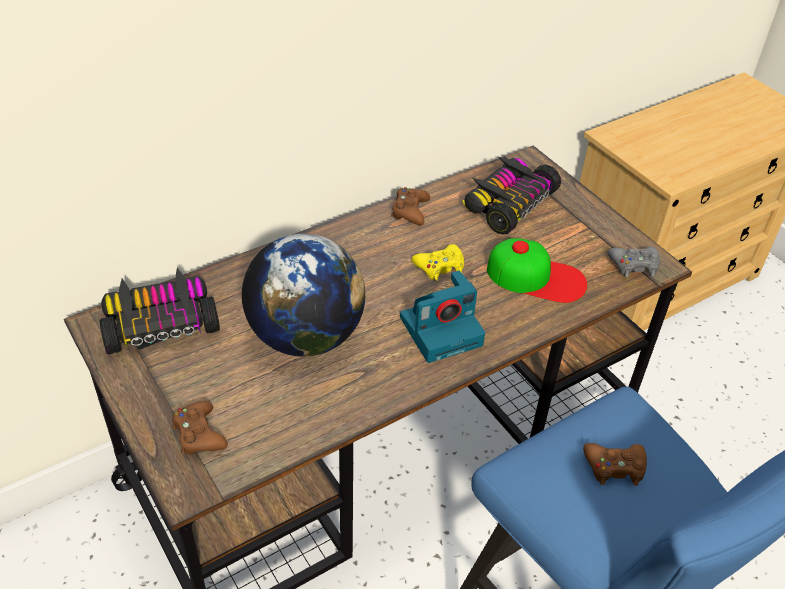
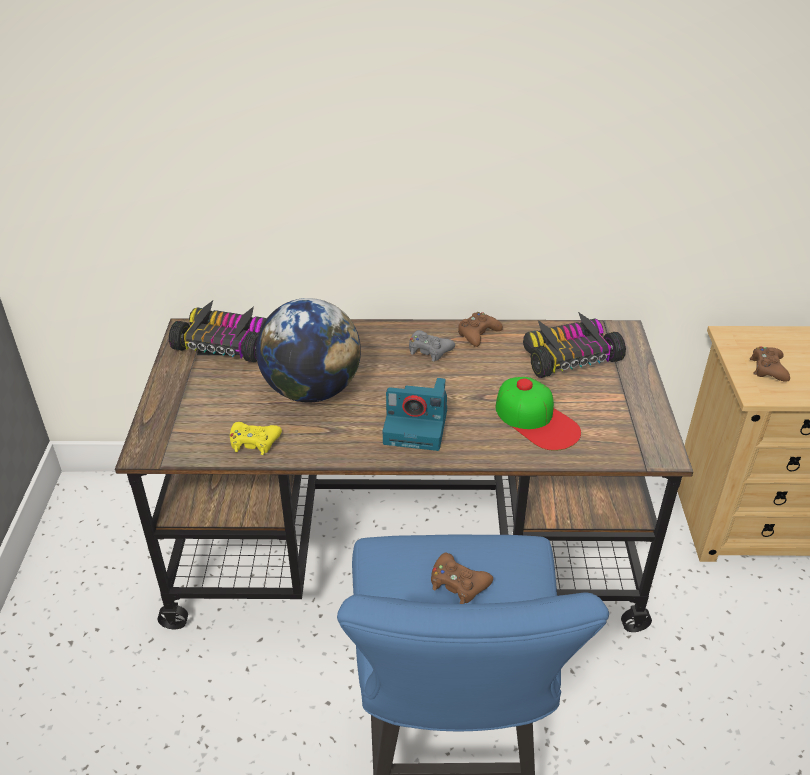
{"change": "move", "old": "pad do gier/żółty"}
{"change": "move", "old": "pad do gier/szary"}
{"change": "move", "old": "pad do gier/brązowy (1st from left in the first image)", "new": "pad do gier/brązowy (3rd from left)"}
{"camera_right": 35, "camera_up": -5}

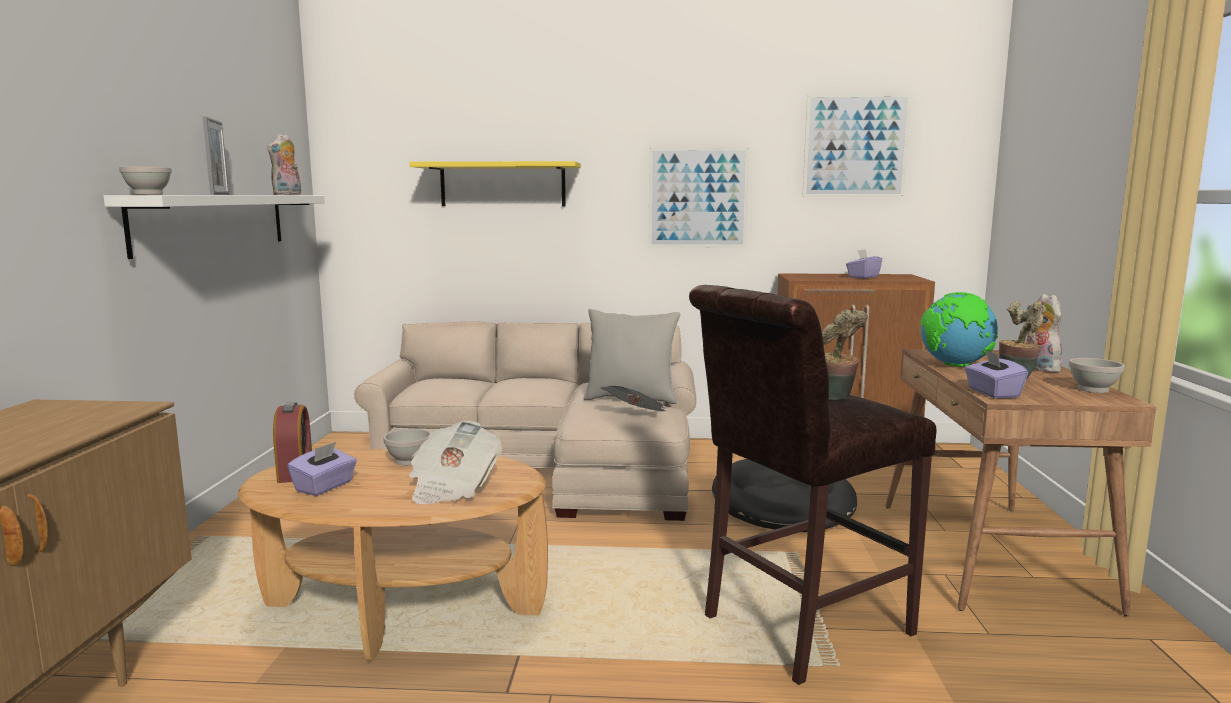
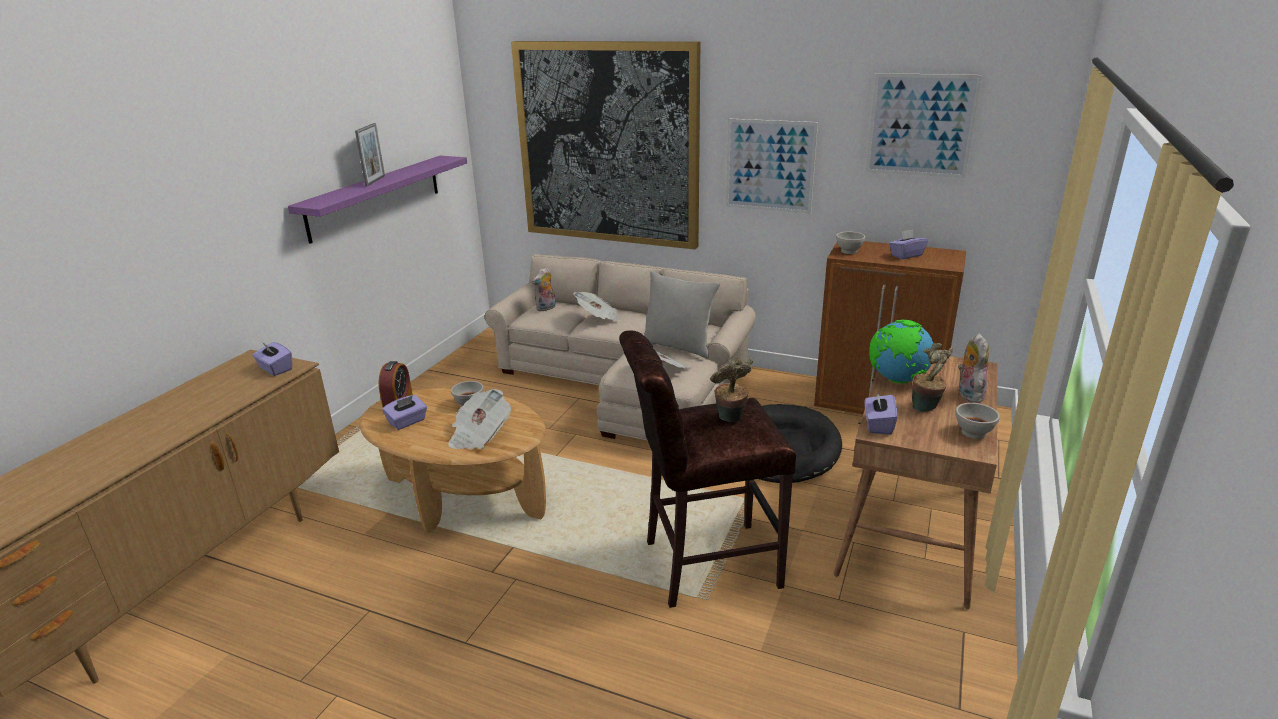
{"change": "move", "old": "pluszak (1st from left)"}
{"change": "replace", "old": "półka/żółty", "new": "obraz (1st from left)"}
{"change": "move", "old": "miska/biały (1st from left in the first image)", "new": "miska/biały (2nd from left)"}
{"change": "recolor", "old": "półka/biały", "new": "półka/fioletowy"}
{"change": "insert", "new": "gazeta (2nd from left)"}
{"change": "insert", "new": "pudełko chusteczek/fioletowy (1st from left)"}
{"camera_right": 20, "camera_up": 15}

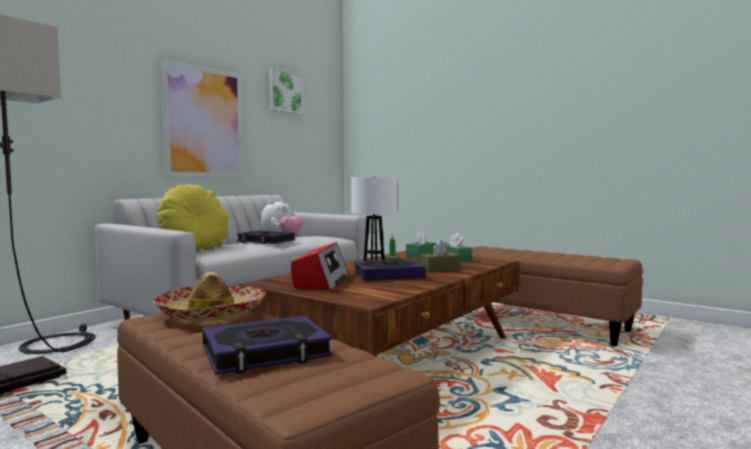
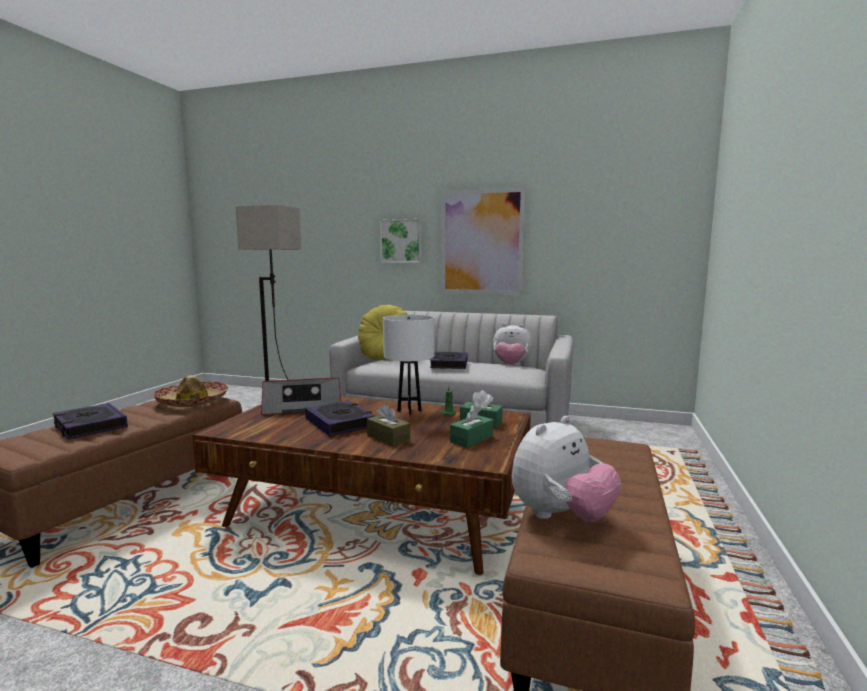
{"change": "move", "old": "obraz (2nd from left in the first image)", "new": "obraz (1st from left)"}
{"change": "insert", "new": "pluszak (2nd from left)"}
{"camera_right": 70, "camera_up": 5}

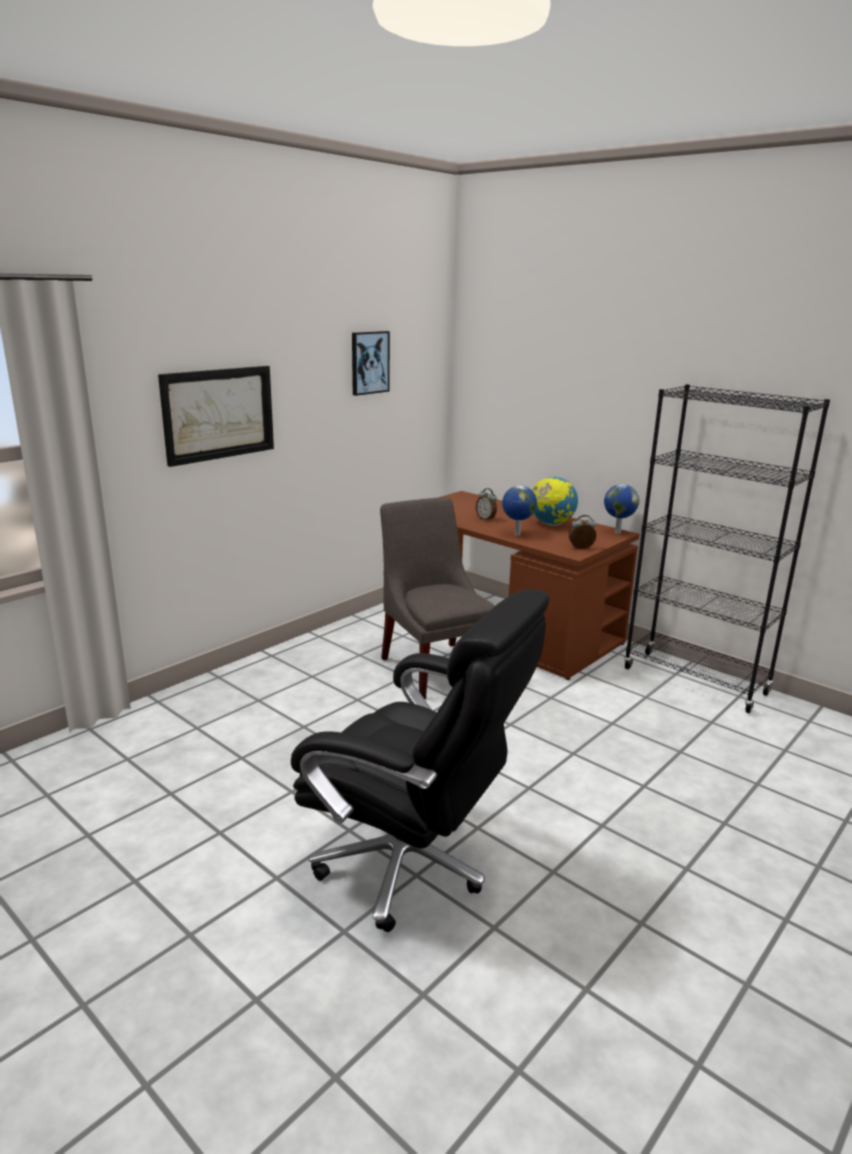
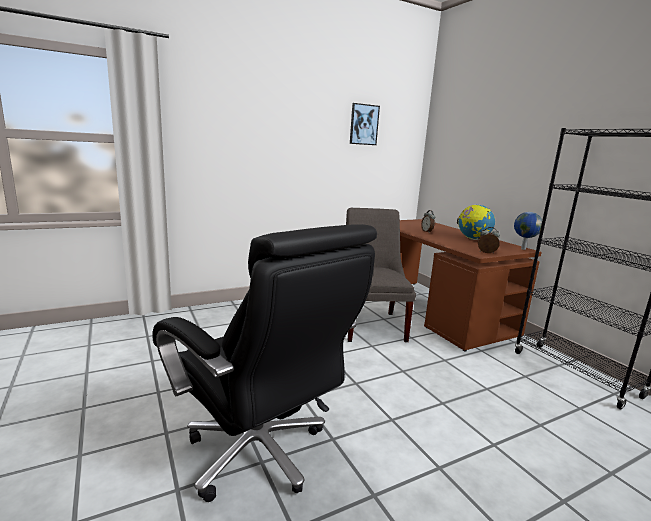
{"change": "delete", "old": "obraz (1st from left)"}
{"change": "delete", "old": "globus (1st from left)"}
{"camera_right": 20, "camera_up": -5}

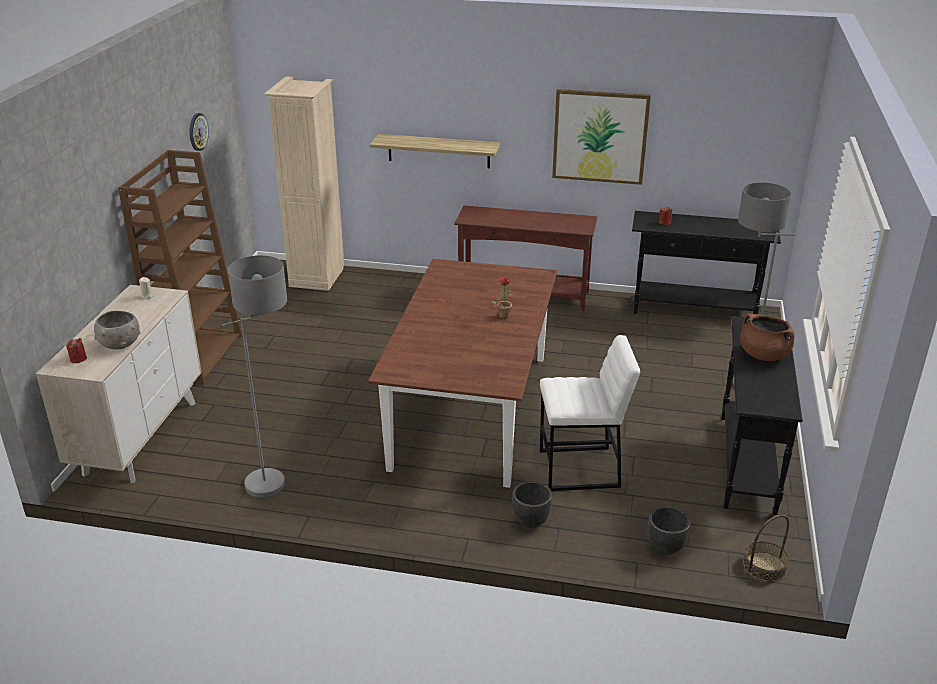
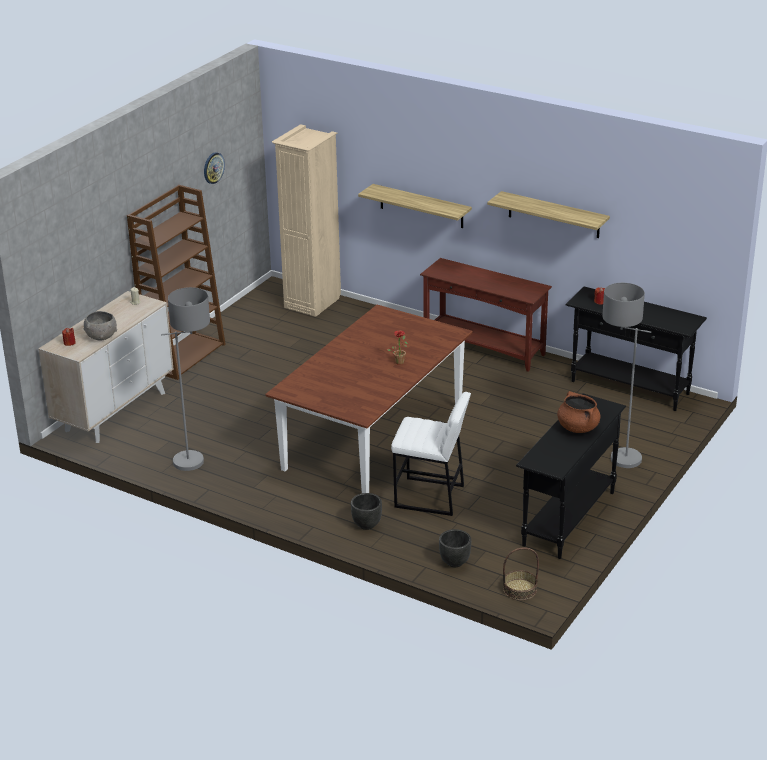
{"change": "replace", "old": "obraz", "new": "półka (2nd from left)"}
{"camera_right": 20, "camera_up": 0}

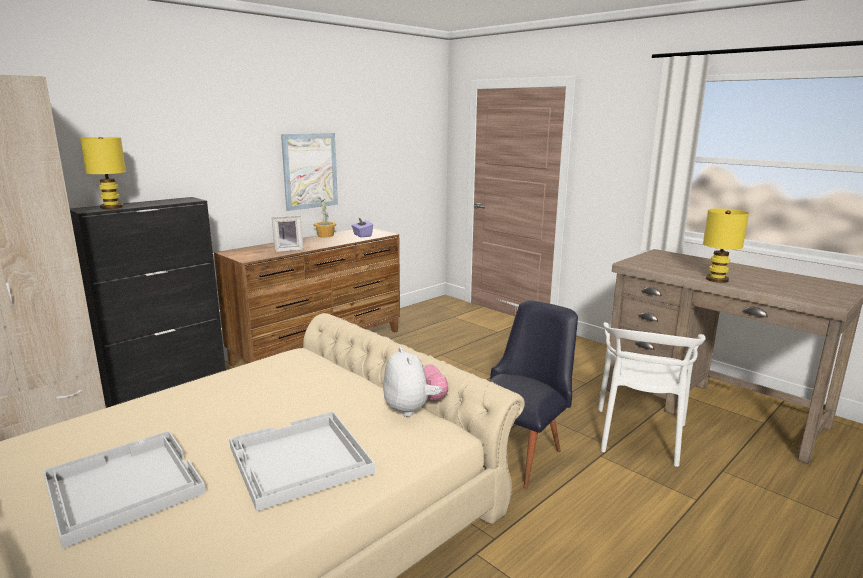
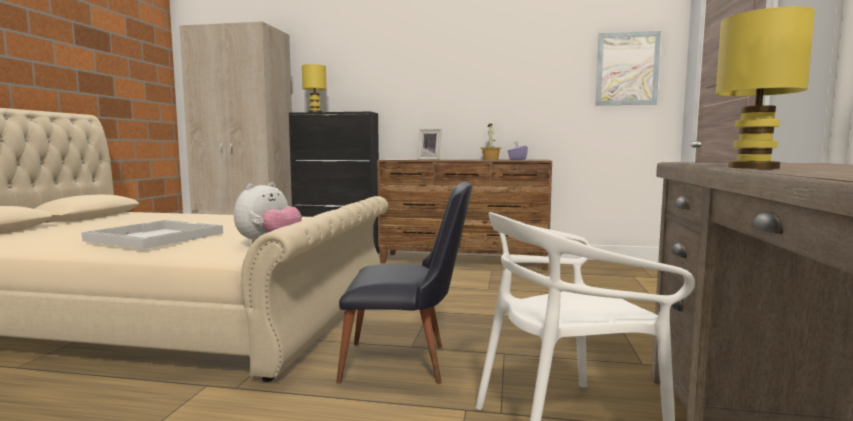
{"change": "move", "old": "obraz"}
{"change": "delete", "old": "taca/biały (1st from left)"}
{"camera_right": 55, "camera_up": -10}

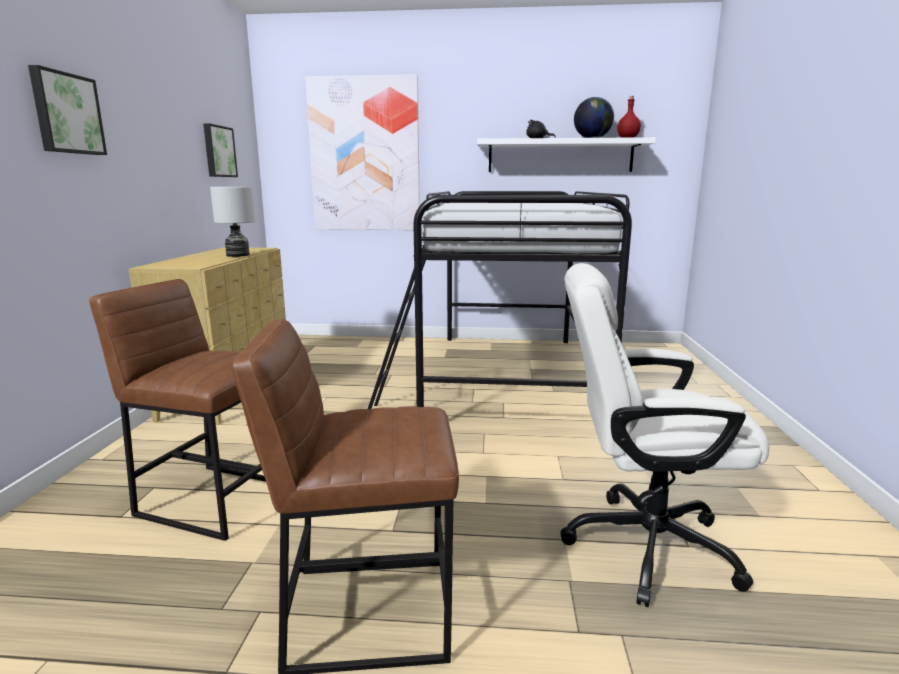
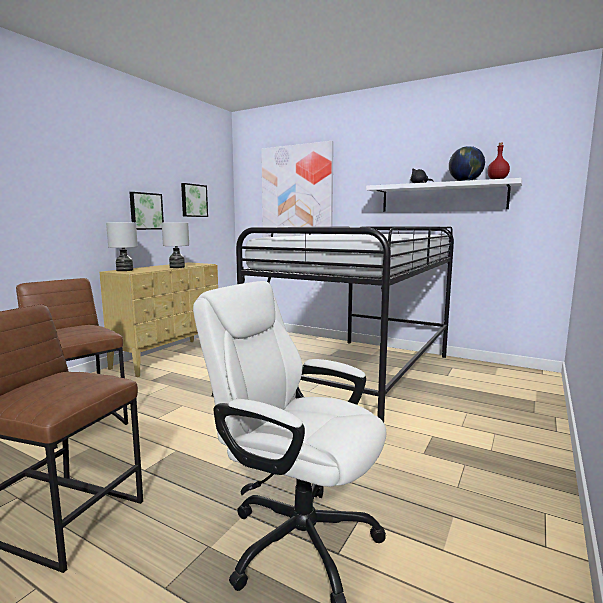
{"change": "move", "old": "obraz (1st from left)"}
{"change": "insert", "new": "lampa stołowa/szary (1st from left)"}
{"camera_right": 25, "camera_up": -5}

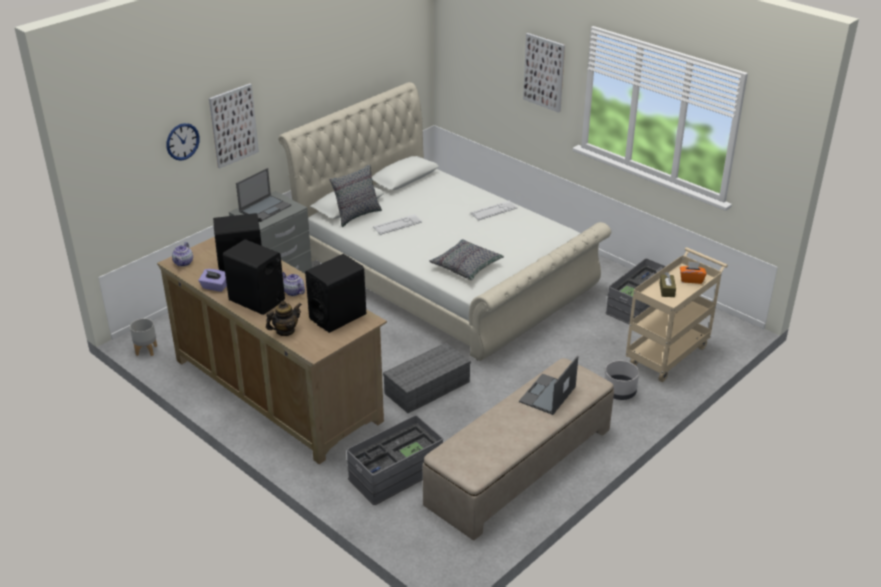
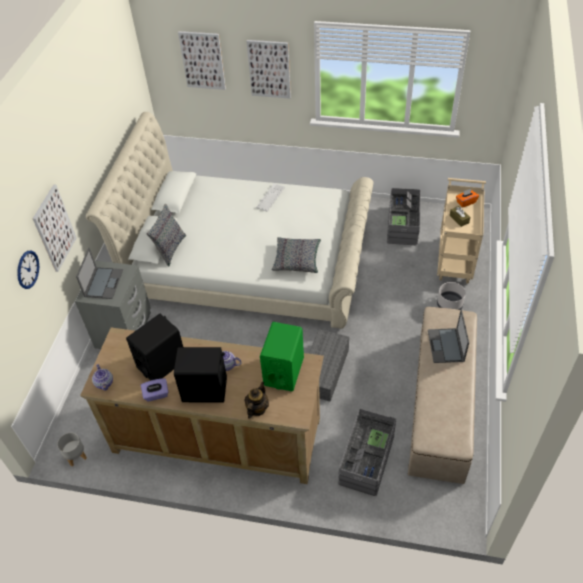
{"change": "delete", "old": "klawiatura (1st from left)"}
{"change": "recolor", "old": "głośnik/czarny (3rd from left)", "new": "głośnik/zielony"}
{"change": "insert", "new": "obraz (2nd from left)"}
{"camera_right": -30, "camera_up": 15}

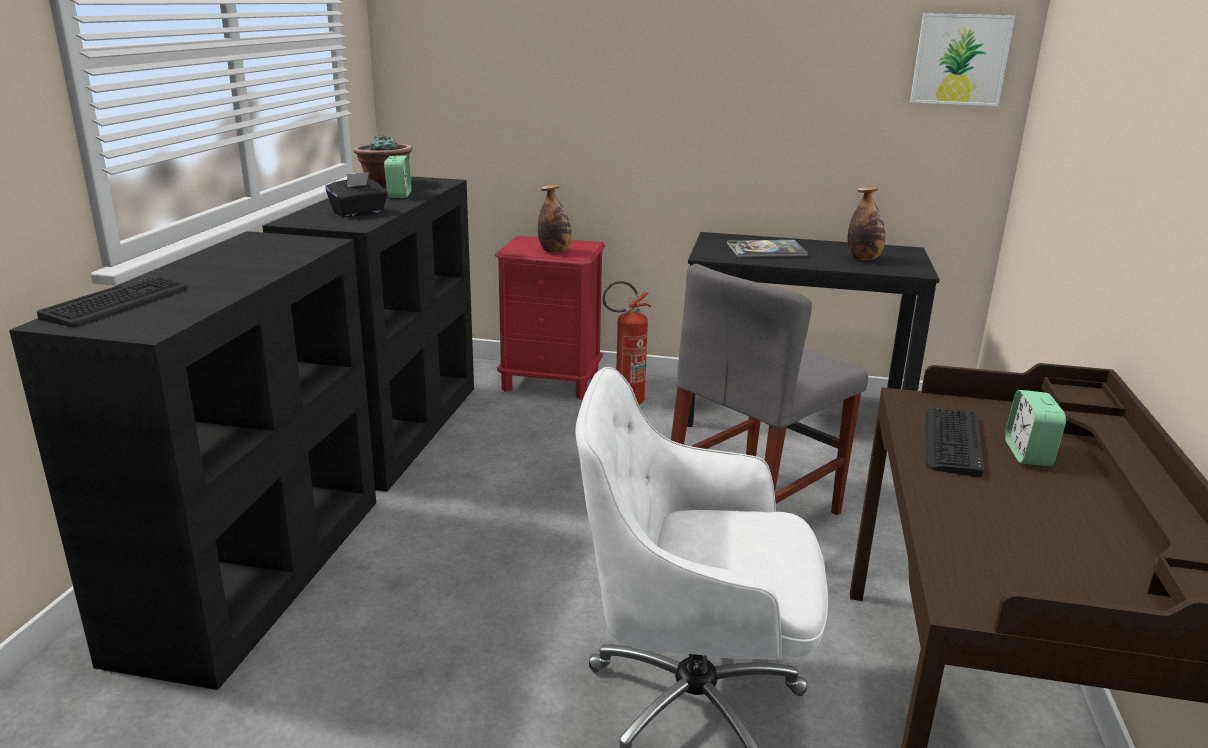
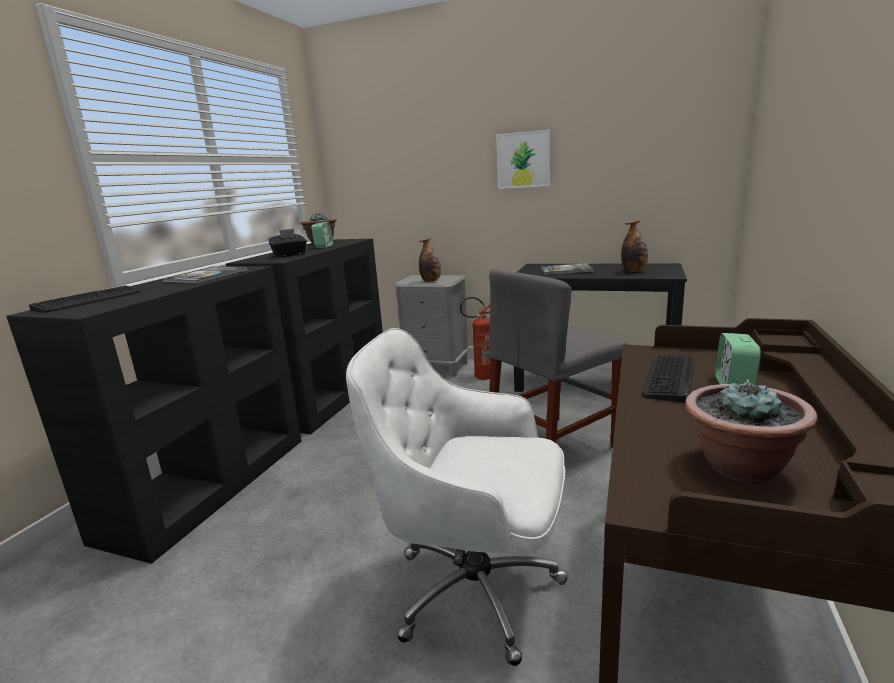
{"change": "move", "old": "obraz"}
{"change": "recolor", "old": "szafka nocna/czerwony", "new": "szafka nocna/szary"}
{"change": "insert", "new": "książka (1st from left)"}
{"change": "insert", "new": "roślina doniczkowa (2nd from left)"}
{"camera_right": 10, "camera_up": -5}

